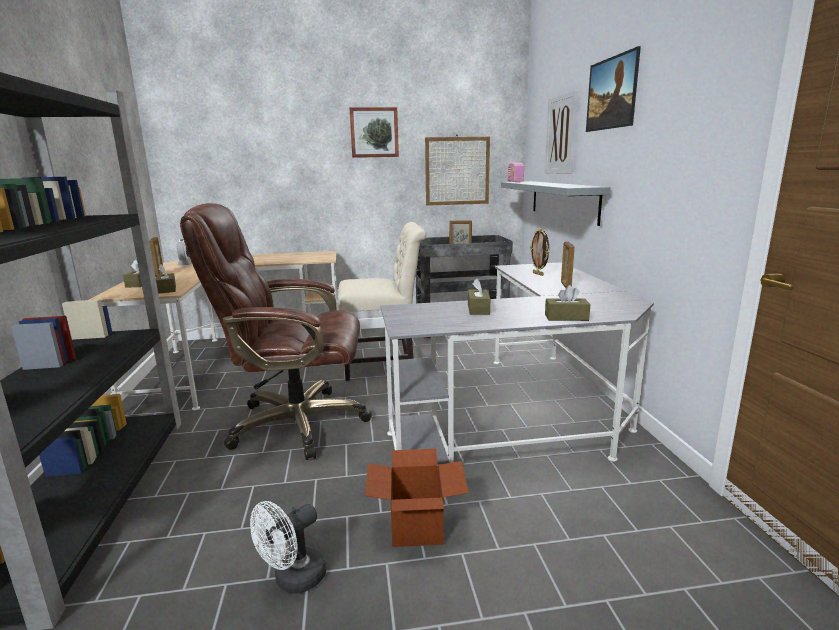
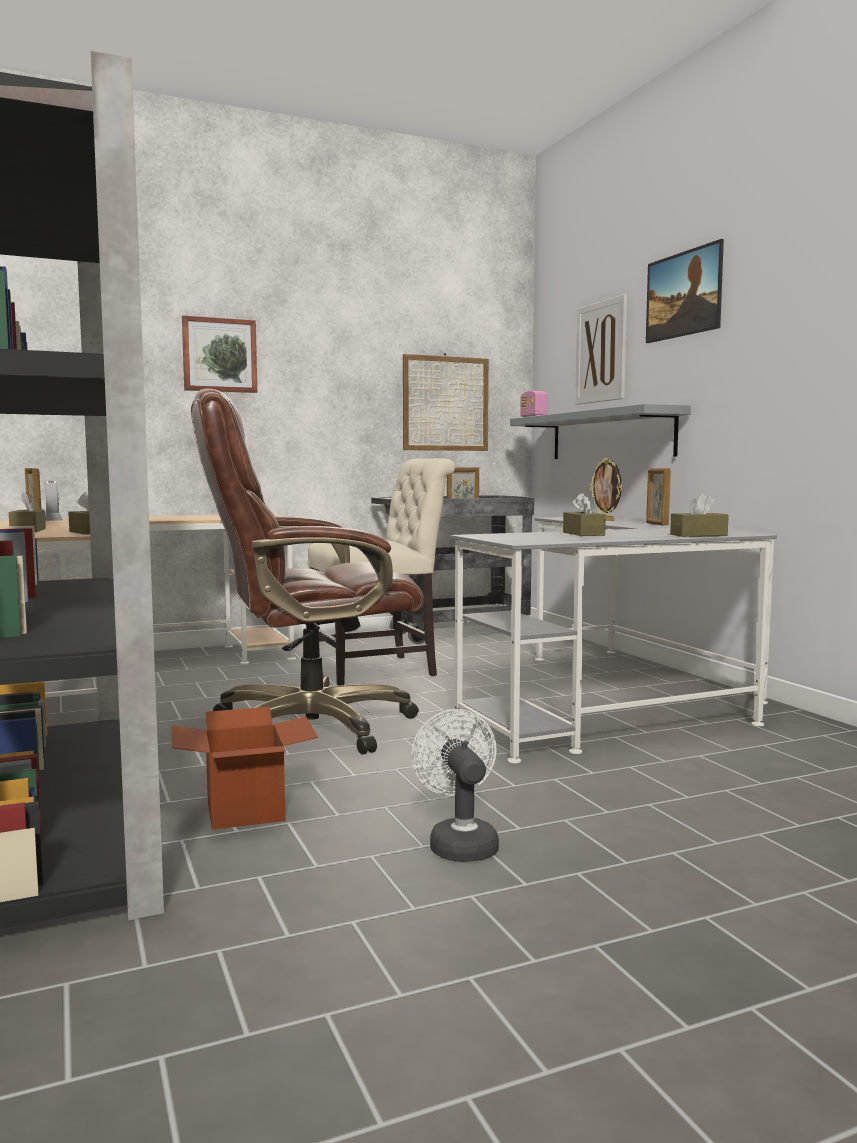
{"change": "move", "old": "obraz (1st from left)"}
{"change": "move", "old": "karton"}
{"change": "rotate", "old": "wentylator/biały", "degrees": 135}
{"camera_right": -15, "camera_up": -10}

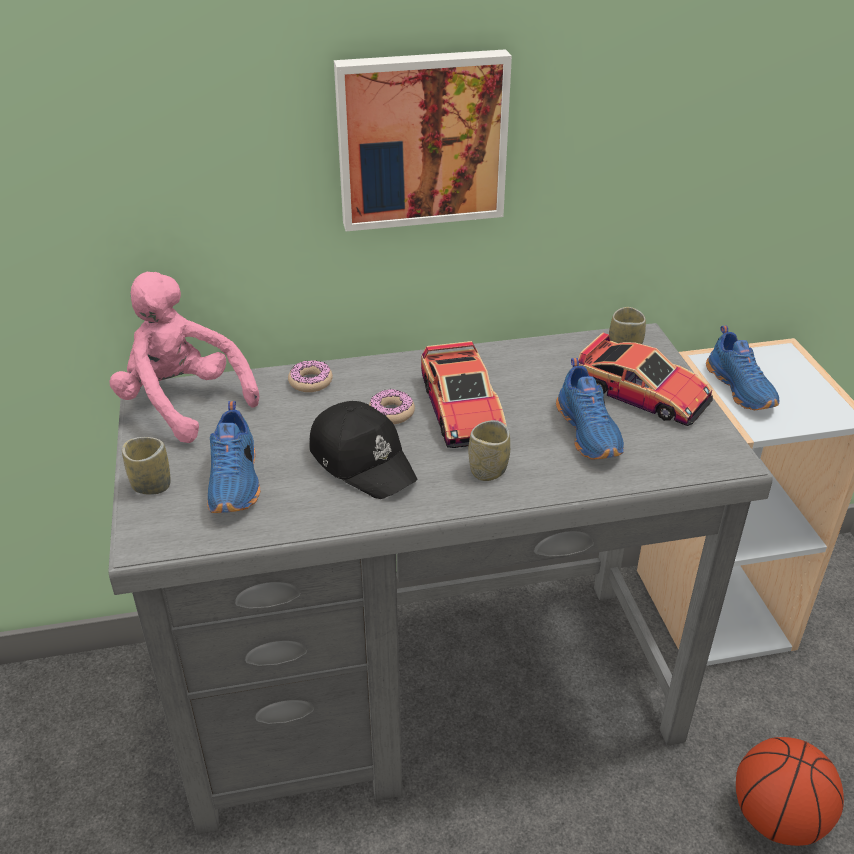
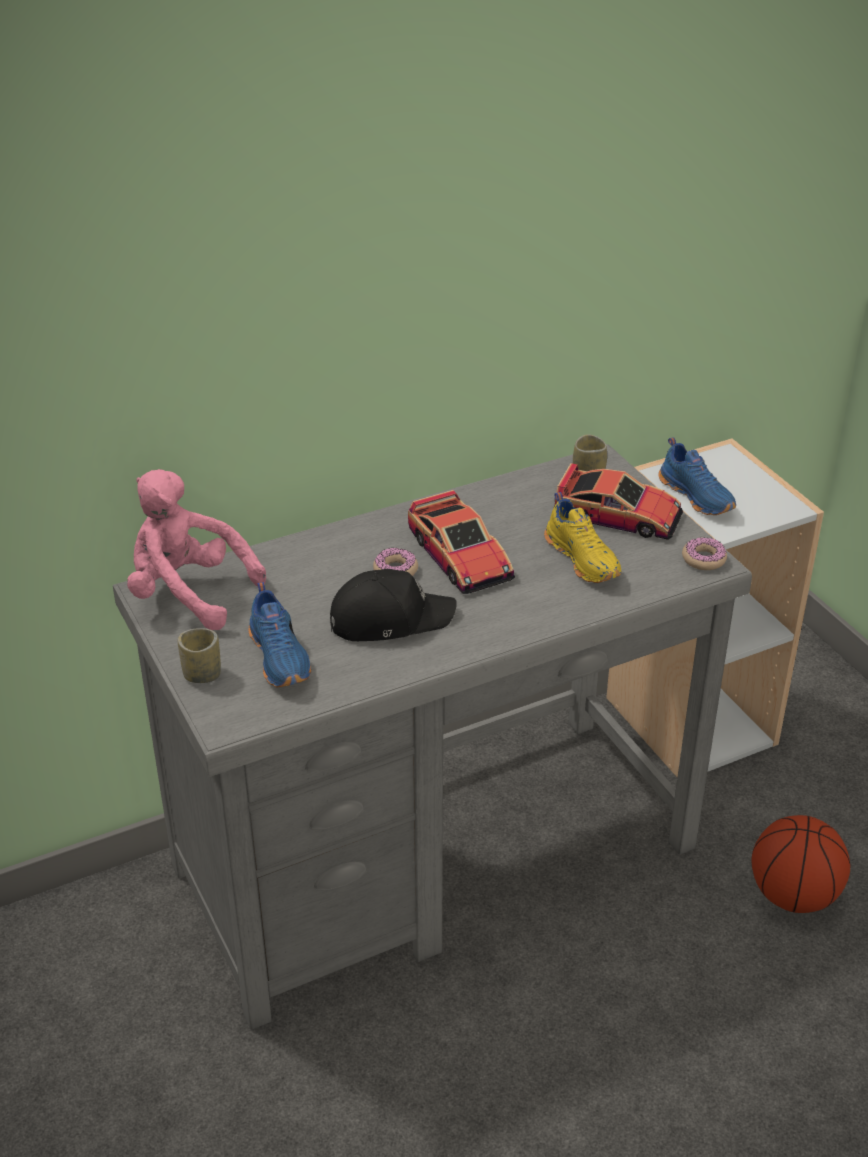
{"change": "delete", "old": "obraz"}
{"change": "recolor", "old": "but/niebieski (2nd from left)", "new": "but/żółty"}
{"change": "move", "old": "donut (1st from left in the first image)", "new": "donut (2nd from left)"}
{"change": "rotate", "old": "czapka z daszkiem/czarny", "degrees": -45}
{"change": "delete", "old": "filiżanka (2nd from left)"}
{"camera_right": -15, "camera_up": 0}

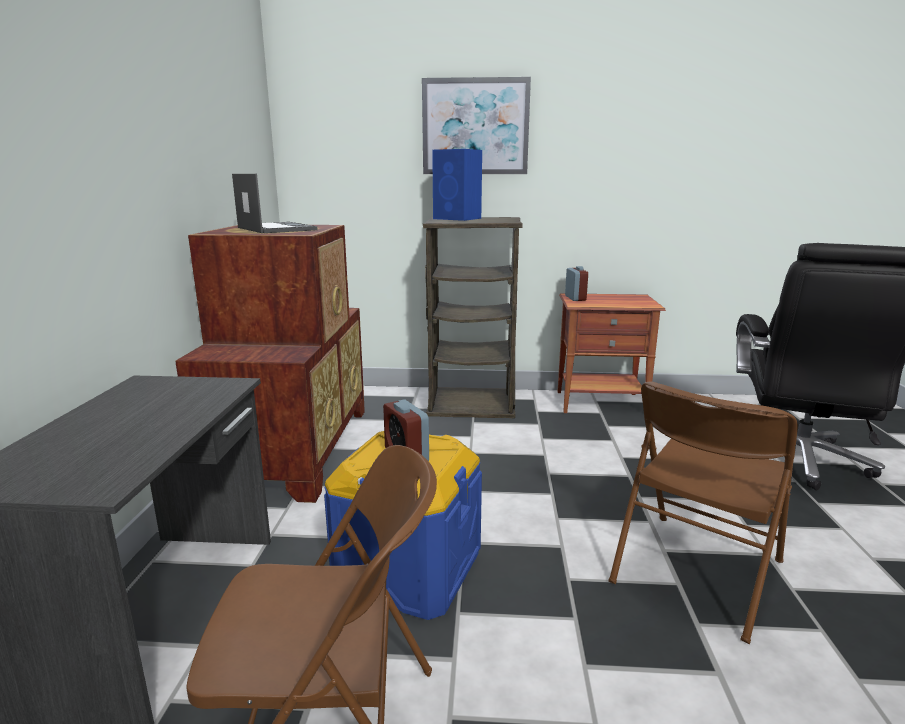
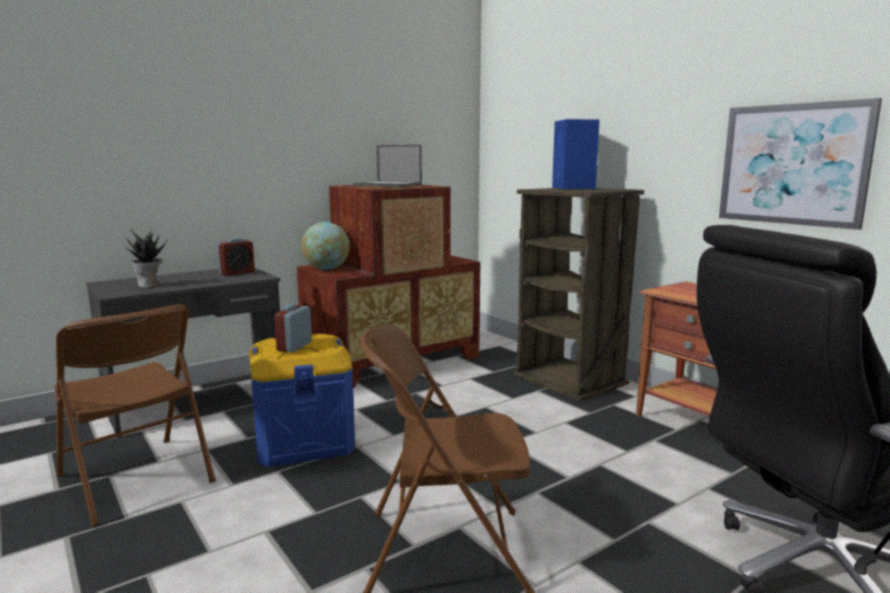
{"change": "move", "old": "obraz"}
{"change": "rotate", "old": "laptop", "degrees": 105}
{"change": "move", "old": "budzik (2nd from left in the first image)", "new": "budzik (1st from left)"}
{"change": "insert", "new": "globus"}
{"change": "insert", "new": "roślina doniczkowa"}
{"camera_right": 50, "camera_up": -5}

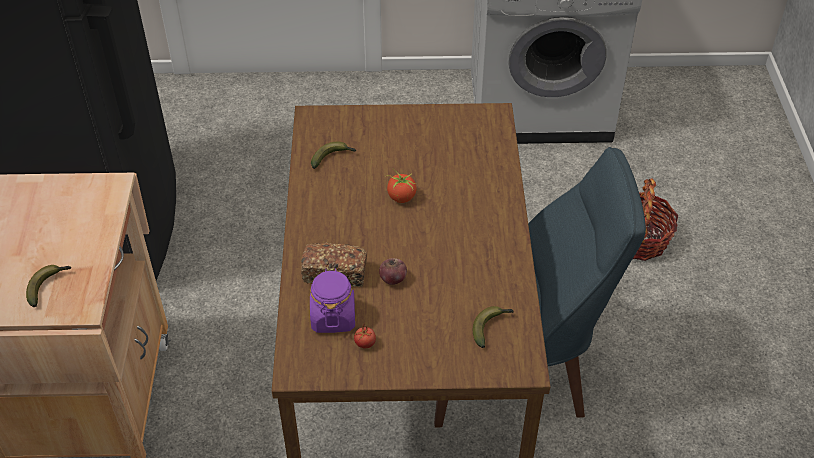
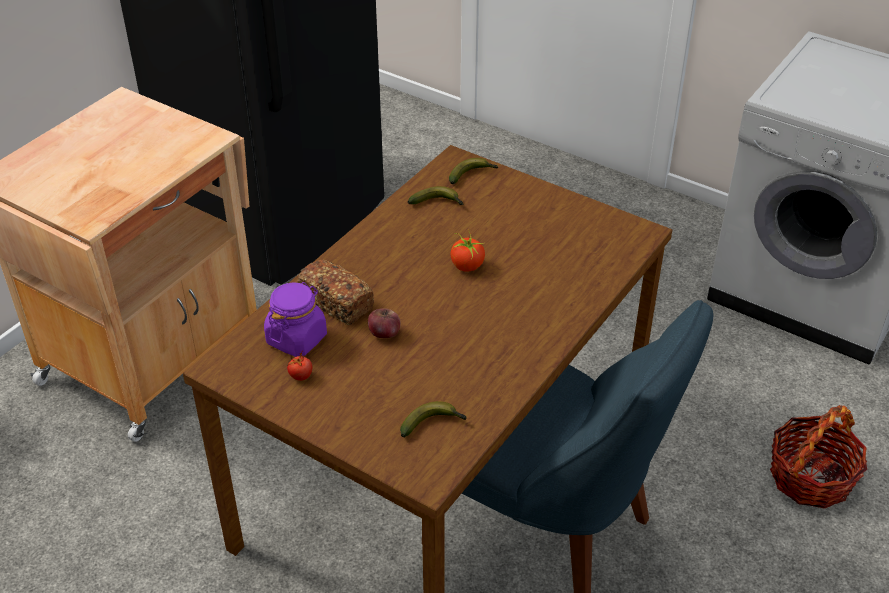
{"change": "move", "old": "banan (1st from left in the first image)", "new": "banan (3rd from left)"}
{"camera_right": 35, "camera_up": -5}

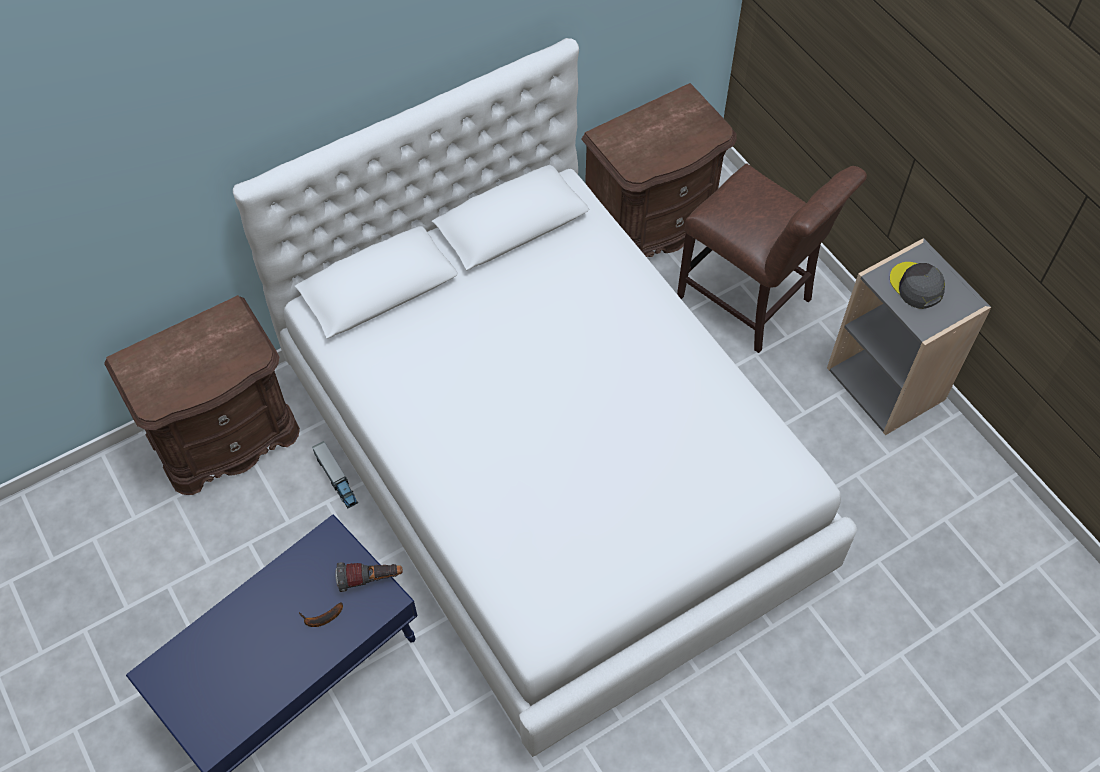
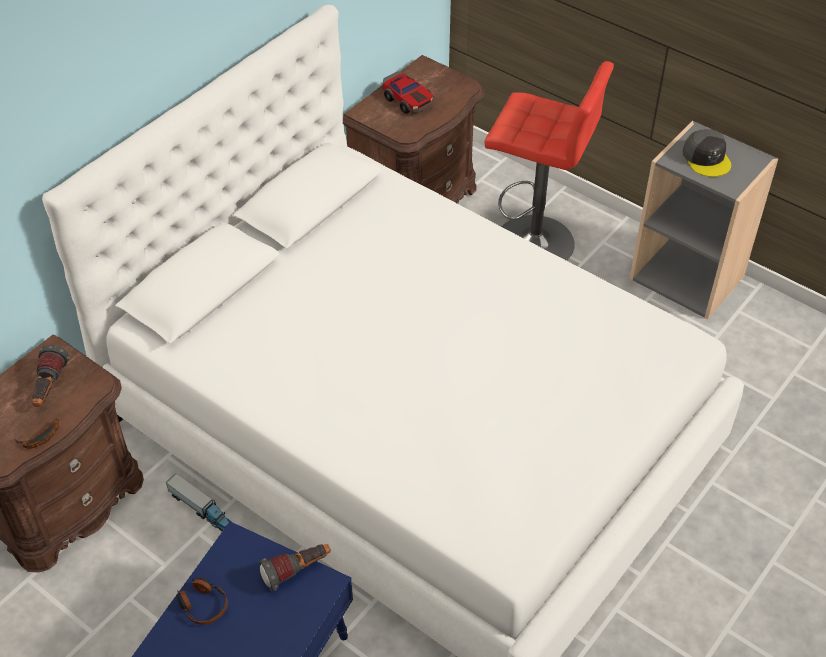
{"change": "replace", "old": "krzesło/brązowy", "new": "stołek/czerwony"}
{"change": "rotate", "old": "czapka z daszkiem/szary", "degrees": -150}
{"change": "move", "old": "banan"}
{"change": "insert", "new": "samochodzik"}
{"change": "insert", "new": "latarka (1st from left)"}
{"change": "insert", "new": "słuchawki"}
{"camera_right": -20, "camera_up": -10}

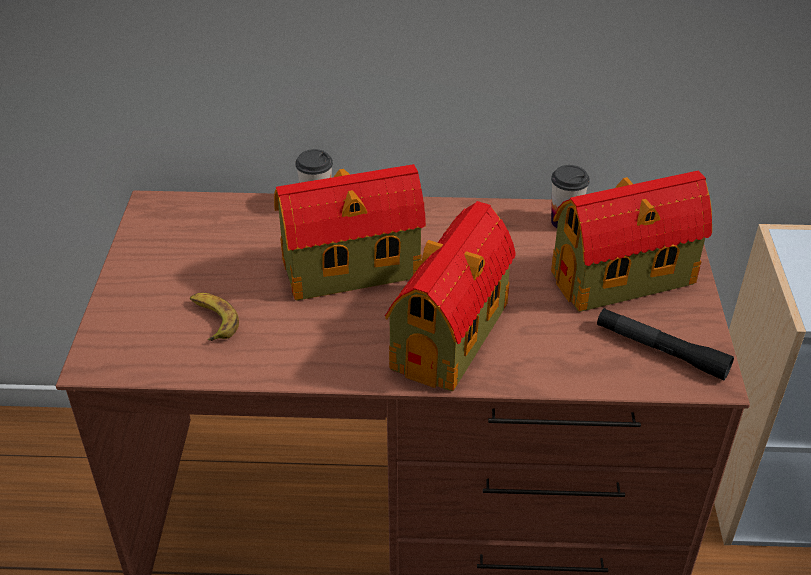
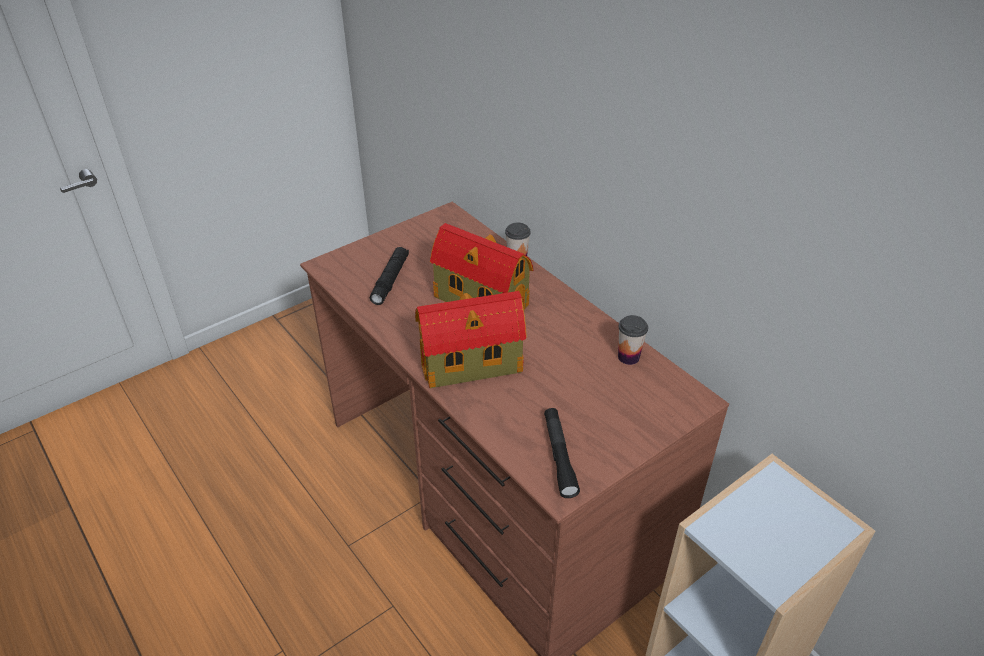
{"change": "delete", "old": "domek (3rd from left)"}
{"change": "replace", "old": "banan", "new": "latarka/czarny (1st from left)"}
{"camera_right": 50, "camera_up": 0}

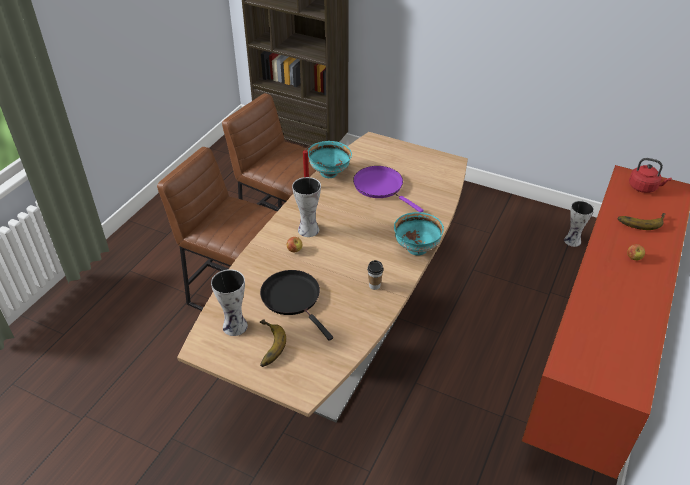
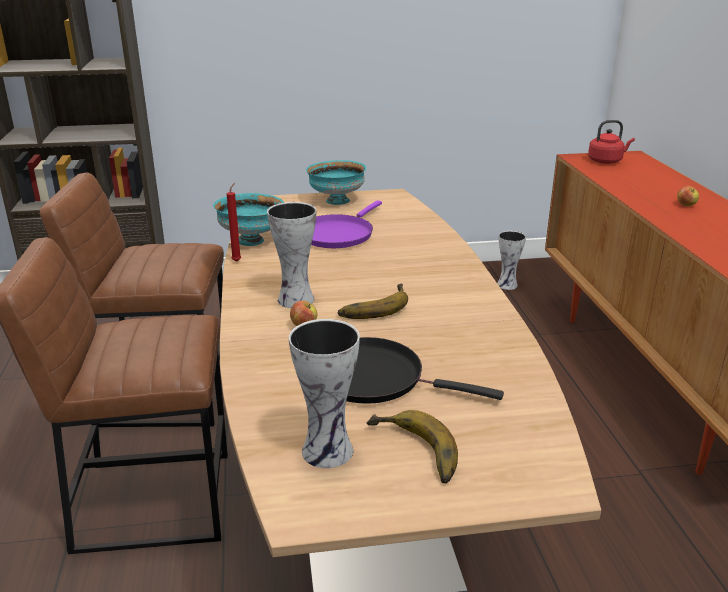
{"change": "rotate", "old": "patelnia/fioletowy", "degrees": -75}
{"change": "move", "old": "miska/turkusowy (2nd from left)"}
{"change": "move", "old": "banan (2nd from left in the first image)", "new": "banan (1st from left)"}
{"change": "delete", "old": "filiżanka"}
{"camera_right": -35, "camera_up": -15}

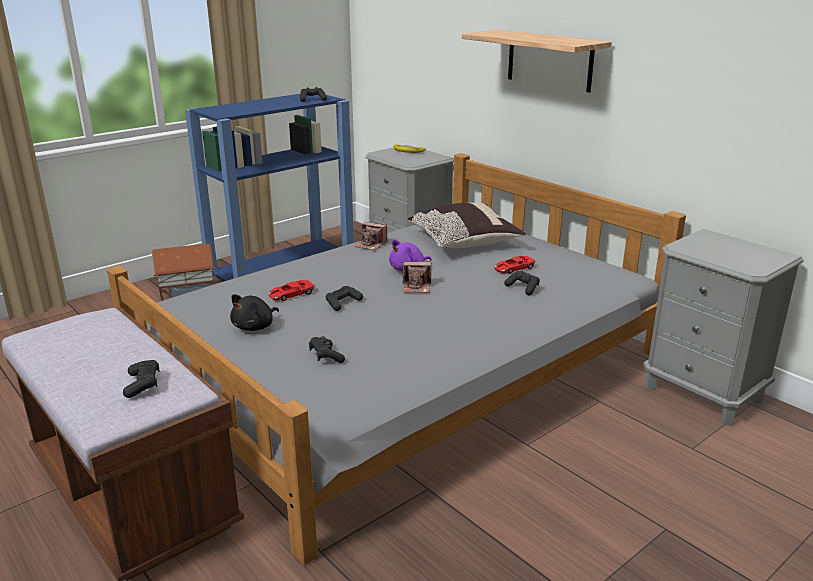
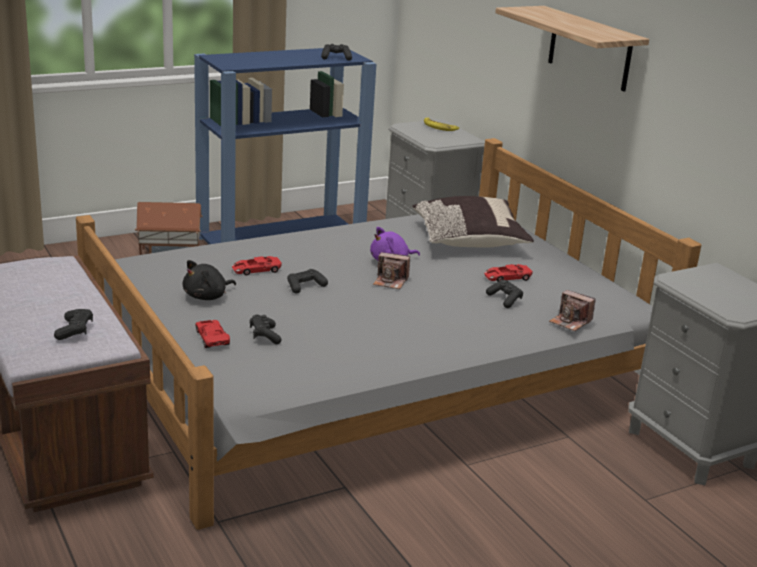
{"change": "move", "old": "aparat fotograficzny (1st from left in the first image)", "new": "aparat fotograficzny (2nd from left)"}
{"change": "insert", "new": "samochodzik/czerwony (1st from left)"}
{"camera_right": 10, "camera_up": 0}

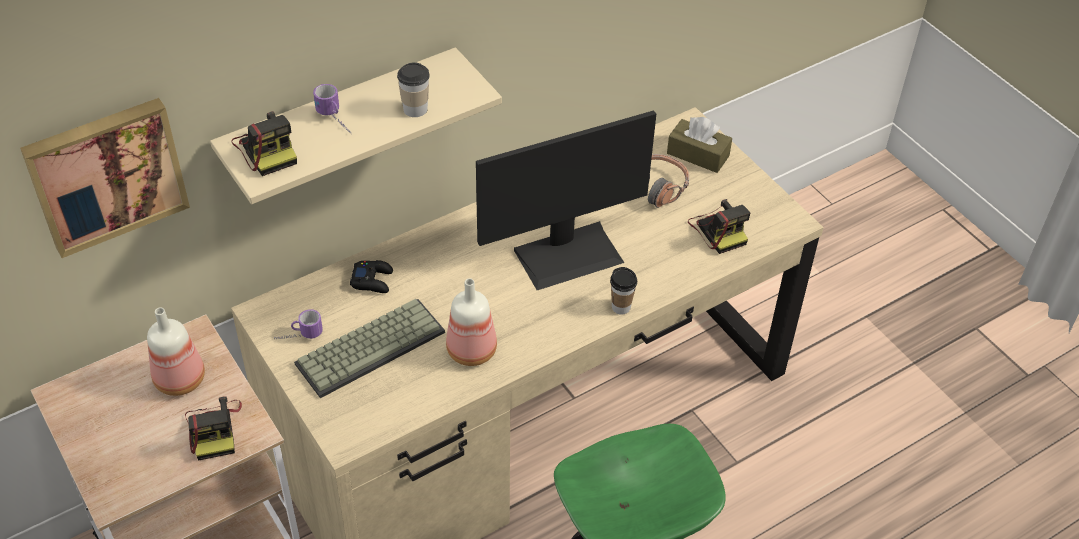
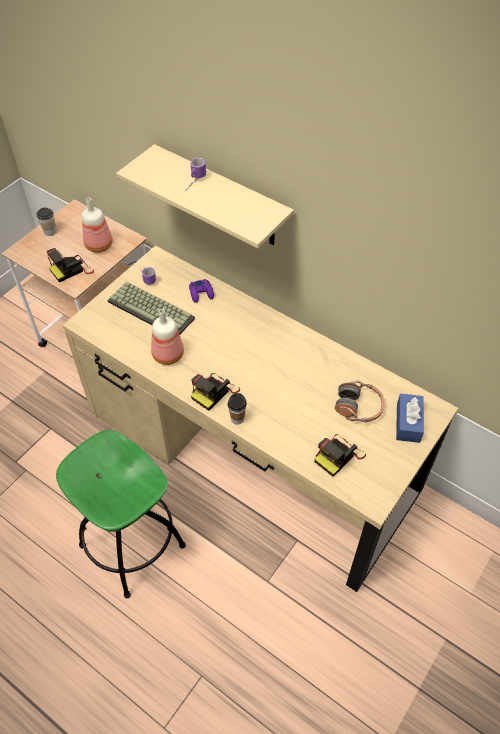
{"change": "move", "old": "filiżanka (1st from left)"}
{"change": "delete", "old": "obraz"}
{"change": "delete", "old": "monitor"}
{"change": "move", "old": "aparat fotograficzny (2nd from left)"}
{"change": "recolor", "old": "pudełko chusteczek/brązowy", "new": "pudełko chusteczek/niebieski"}
{"change": "recolor", "old": "pad do gier/czarny", "new": "pad do gier/fioletowy"}
{"camera_right": 70, "camera_up": 5}

